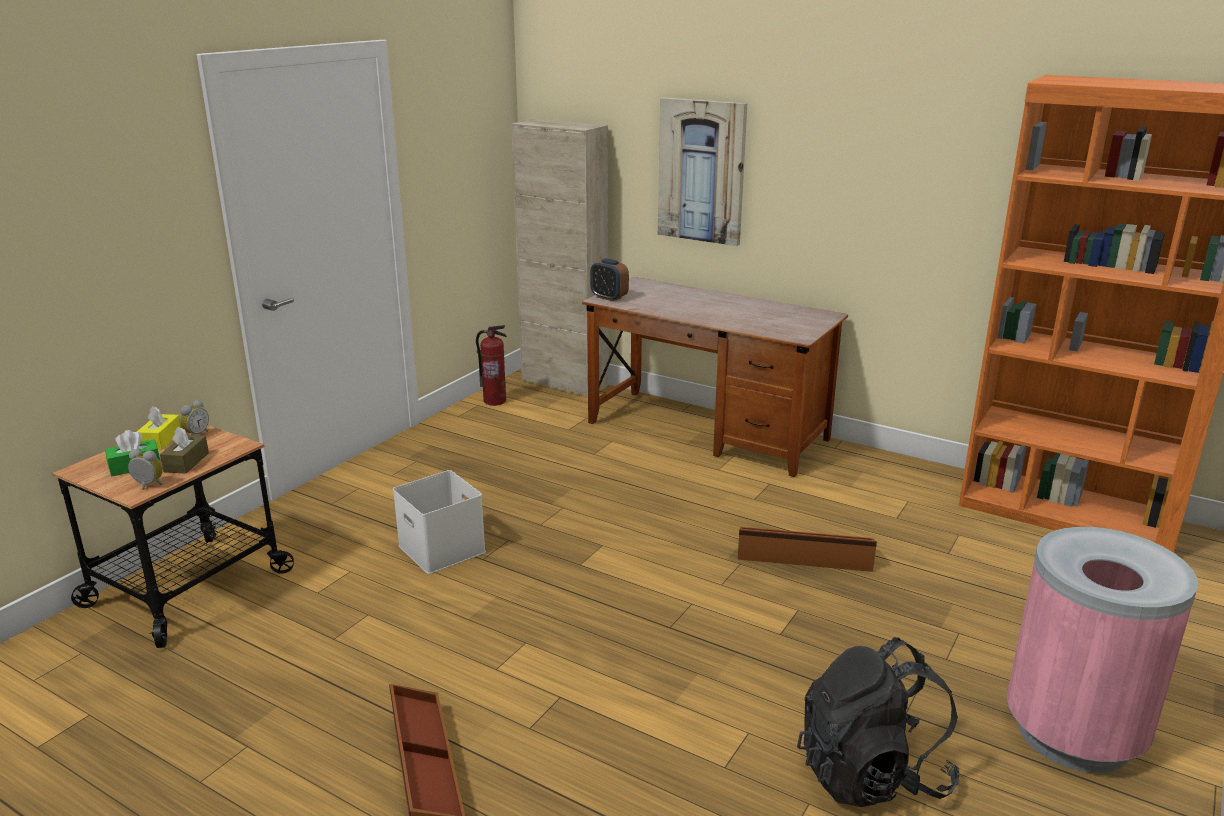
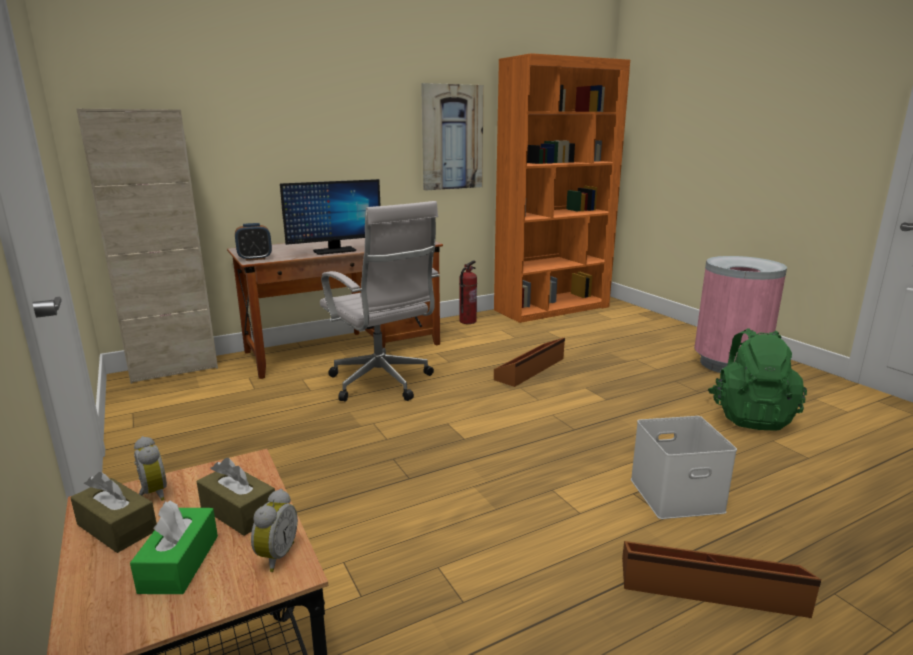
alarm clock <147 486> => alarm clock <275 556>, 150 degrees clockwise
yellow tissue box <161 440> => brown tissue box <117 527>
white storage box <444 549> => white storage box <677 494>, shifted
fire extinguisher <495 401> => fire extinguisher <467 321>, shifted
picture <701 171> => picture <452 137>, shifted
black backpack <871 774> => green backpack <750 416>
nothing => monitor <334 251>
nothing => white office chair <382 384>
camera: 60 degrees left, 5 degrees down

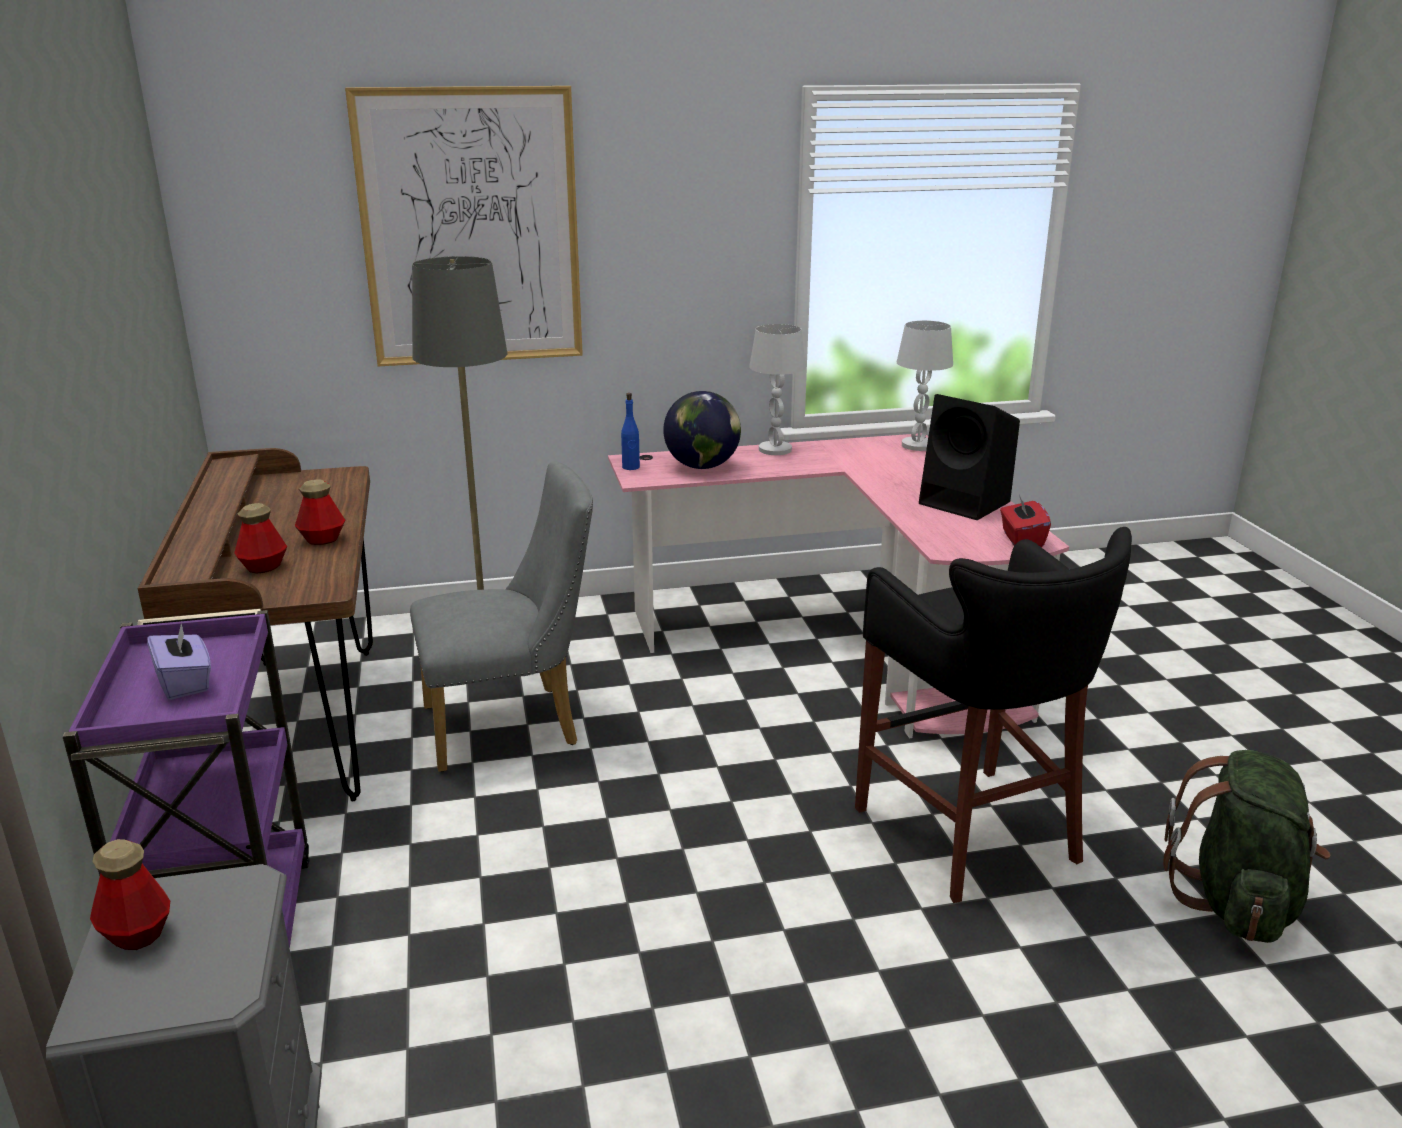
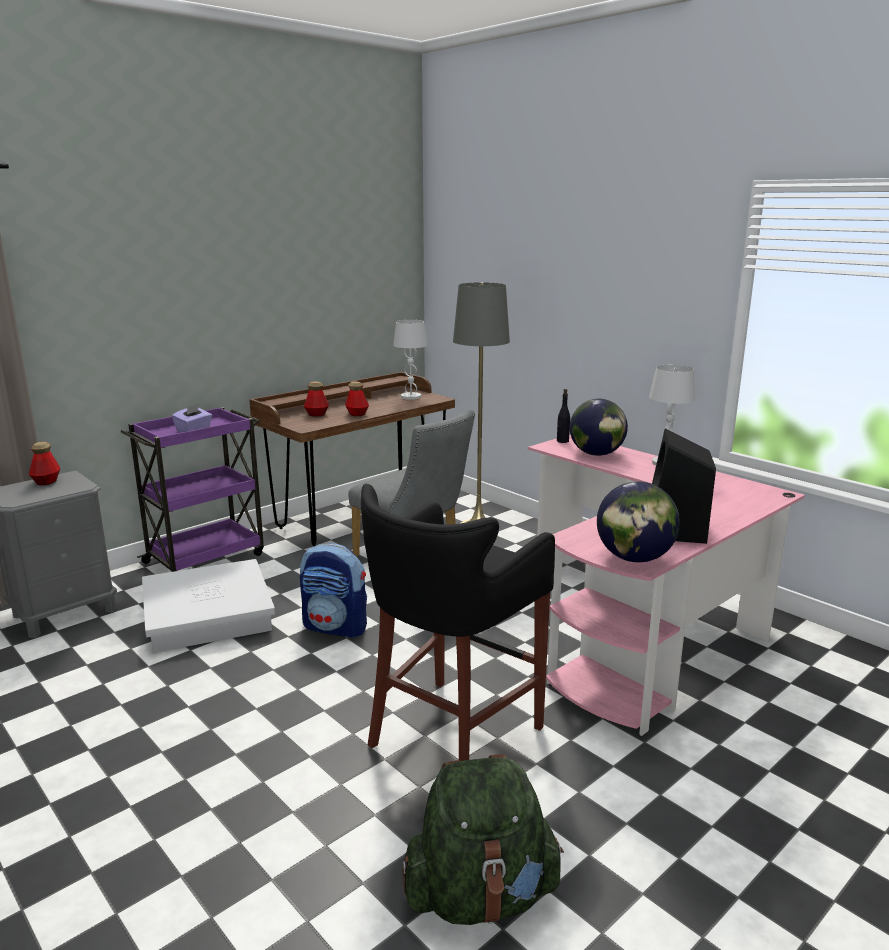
picture <471 229> => nothing
blue bottle <631 467> => black bottle <562 441>
white table lamp <918 445> => white table lamp <411 397>, shifted
red tissue box <1021 539> => globe <634 558>
nothing => white storage box <208 614>
nothing => backpack <336 627>
camera: 60 degrees right, 5 degrees down

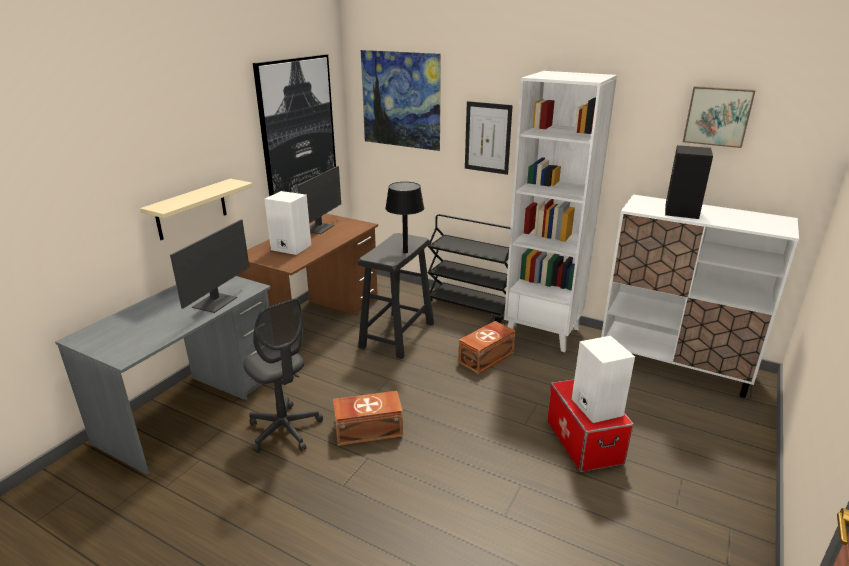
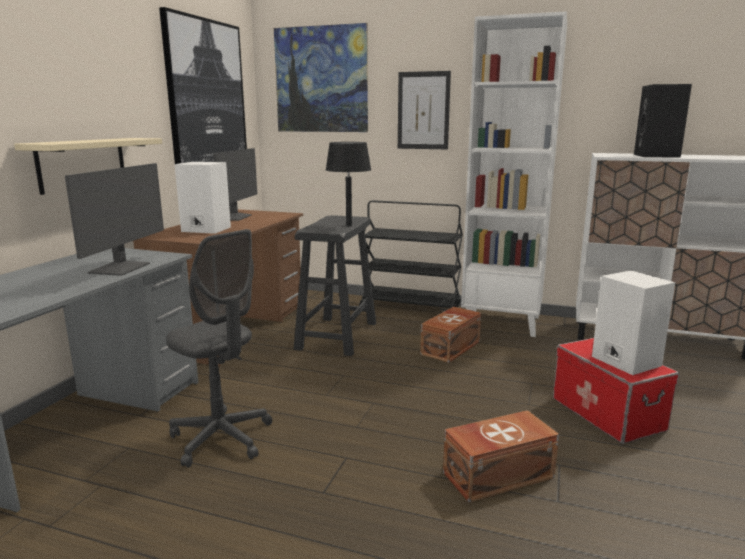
brown storage box <367 429> => brown storage box <496 474>, shifted
picture <718 116> => nothing
camera: 10 degrees left, 10 degrees down

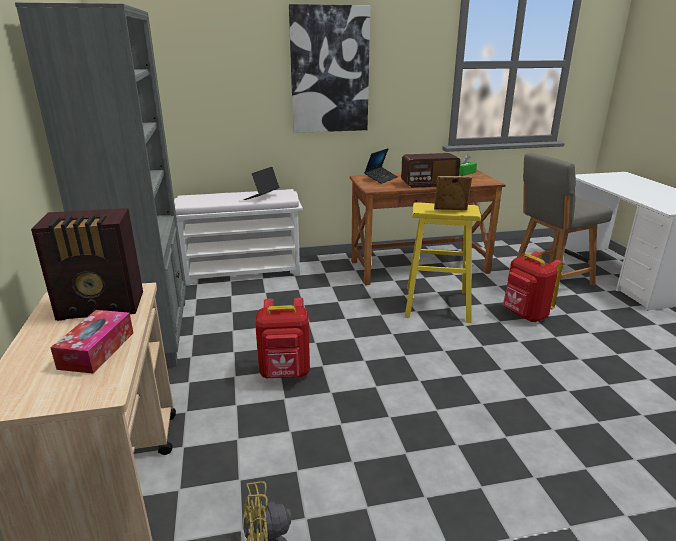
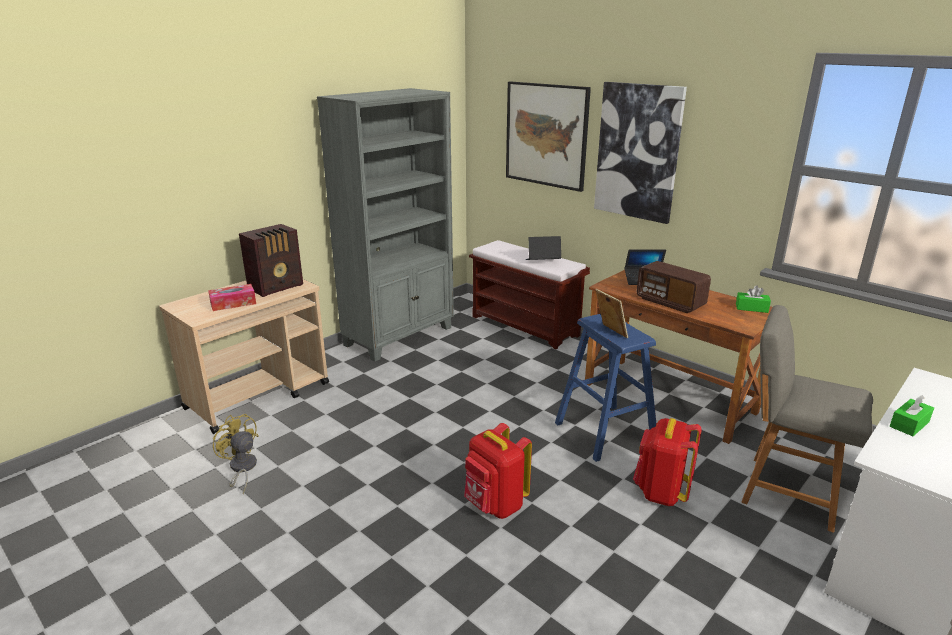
radio <103 307> => radio <277 287>, 90 degrees counterclockwise
white bench <244 271> => brown bench <526 326>
red backpack <285 373> => red backpack <495 505>, shifted
yellow stool <436 304> => blue stool <605 432>
nothing => picture <546 135>
nothing => green tissue box <909 424>
camera: 55 degrees right, 0 degrees up

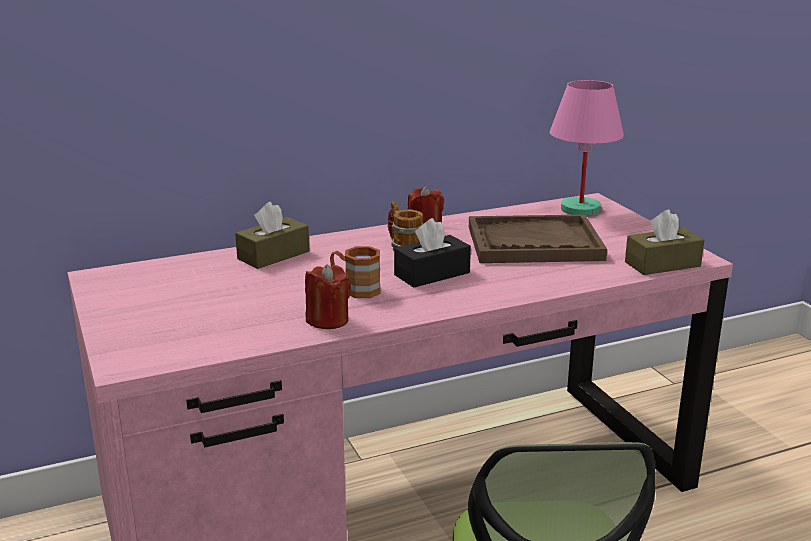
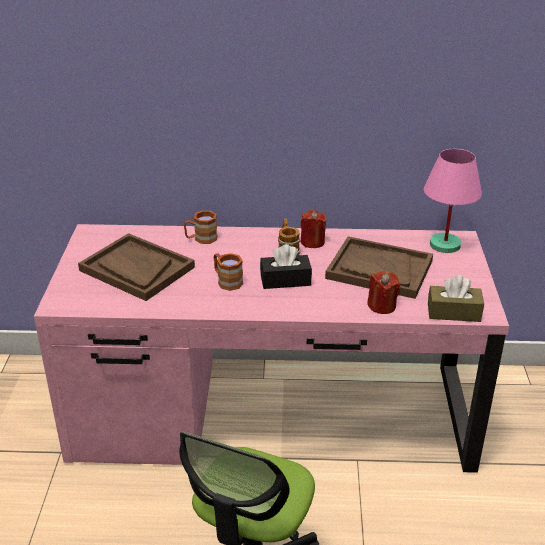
brown tissue box <273 255> => brown mug <201 239>
red candle <328 320> => red candle <382 306>, shifted
nothing => brown tray <136 269>
camera: 25 degrees right, 10 degrees up

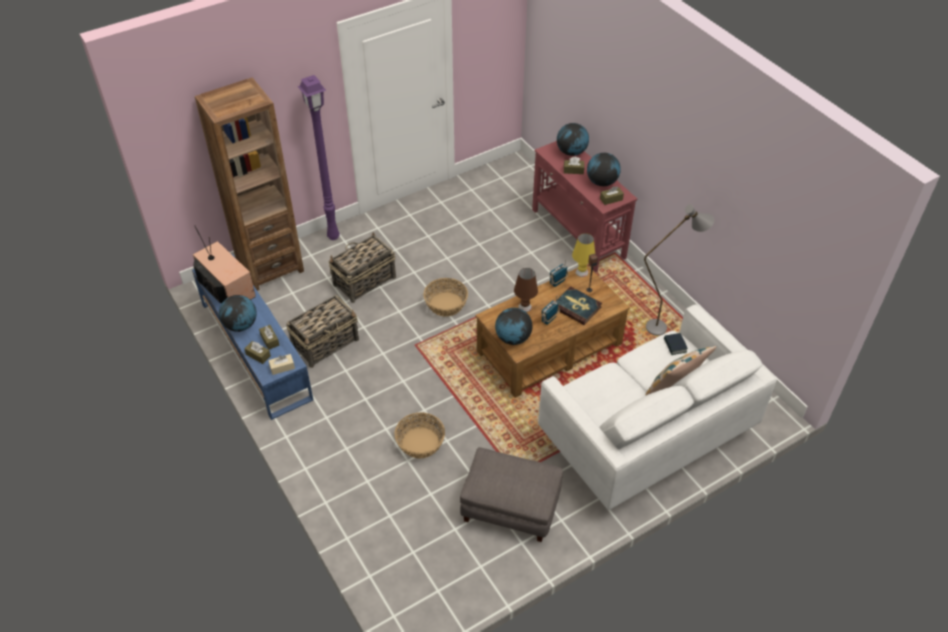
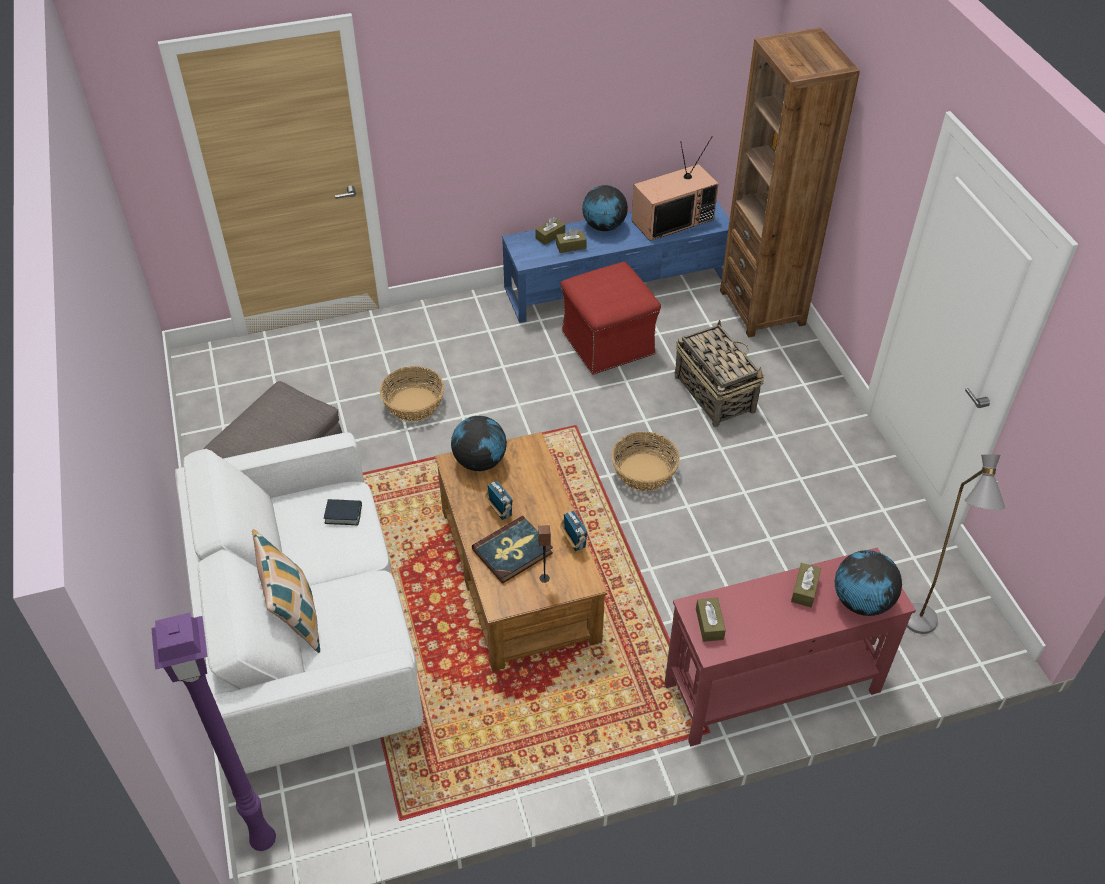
beige tissue box <282 367> => nothing
basket <326 343> => red ottoman <608 343>
purple floor lamp <333 237> => purple floor lamp <262 839>, shifted
brown table lamp <525 307> => nothing
yellow table lamp <581 272> => nothing
globe <601 182> => nothing
grey floor lamp <664 327> => grey floor lamp <920 630>, shifted
book <675 346> => book <343 514>, shifted
camera: 105 degrees right, 0 degrees up

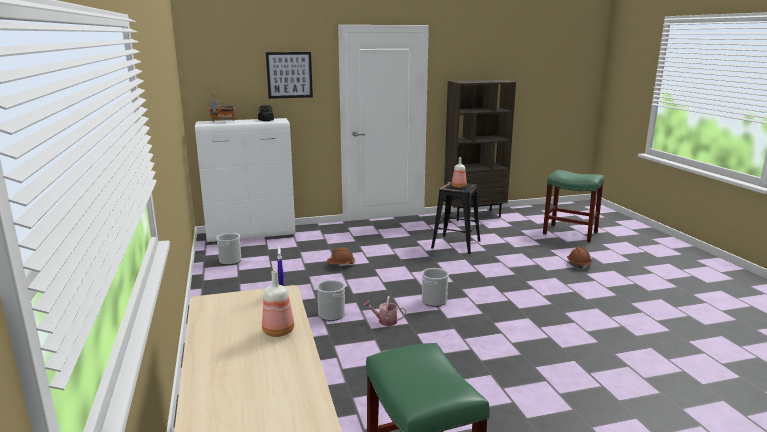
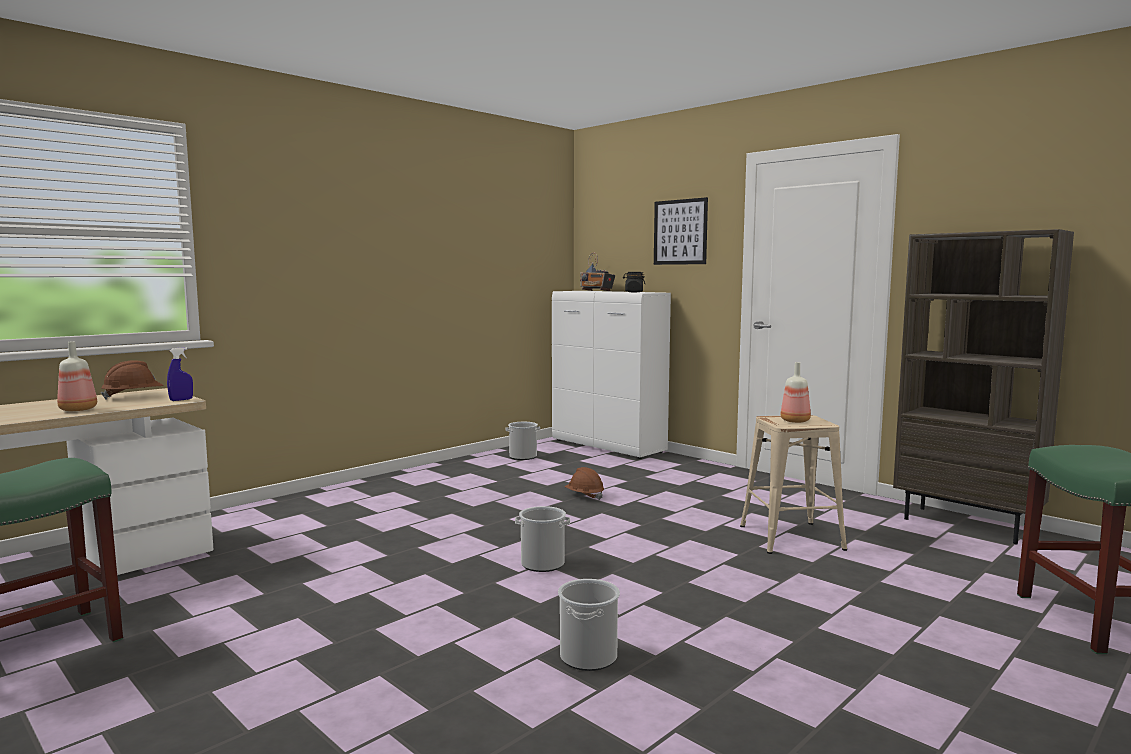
bucket <331 314> => bucket <588 657>, shifted
watering can <385 321> => nothing
black stool <456 244> => beige stool <791 538>
brown hard hat <578 265> => brown hard hat <133 397>, shifted
camera: 60 degrees right, 10 degrees down

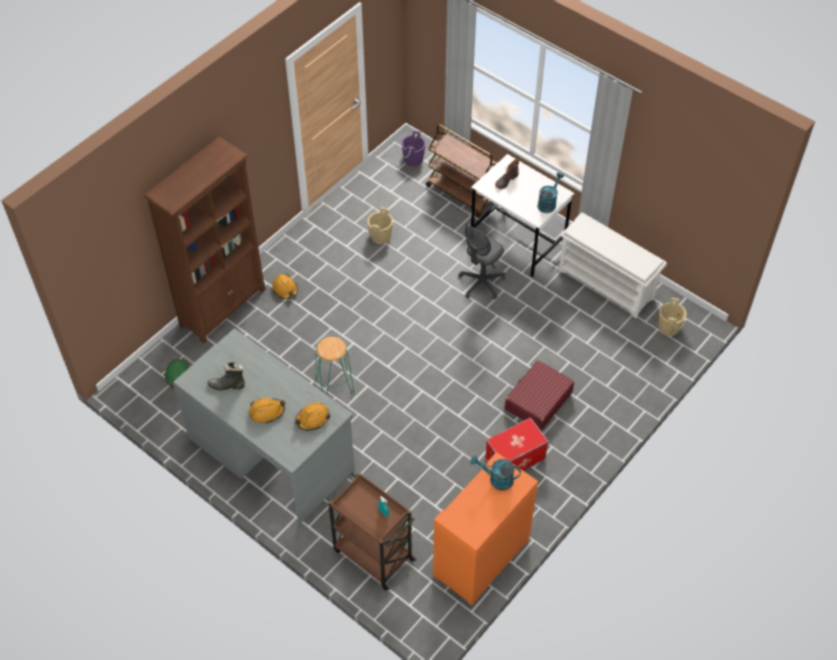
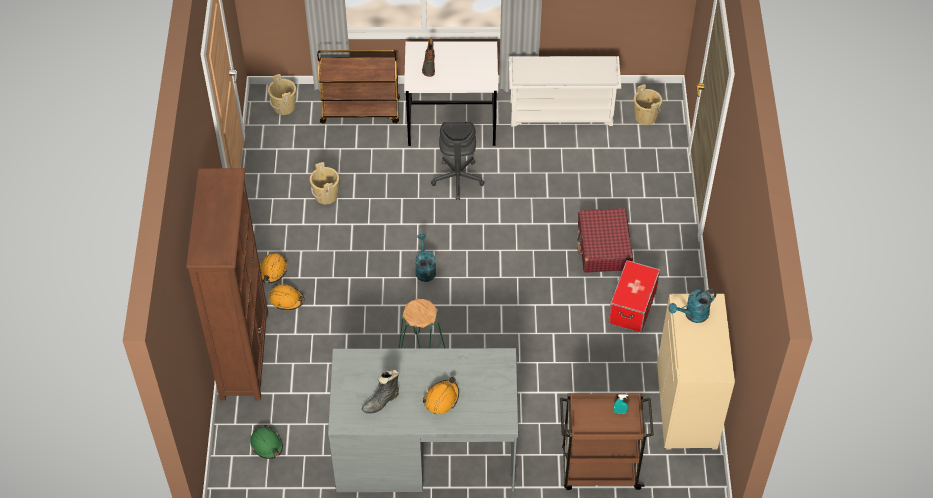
orange hard hat <312 419> => orange hard hat <272 271>, shifted
purple bucket <413 159> => beige bucket <284 106>
orange cabinet <482 558> => beige cabinet <687 406>
turquoise watering can <548 203> => turquoise watering can <424 269>, shifted
camera: 40 degrees left, 0 degrees up

